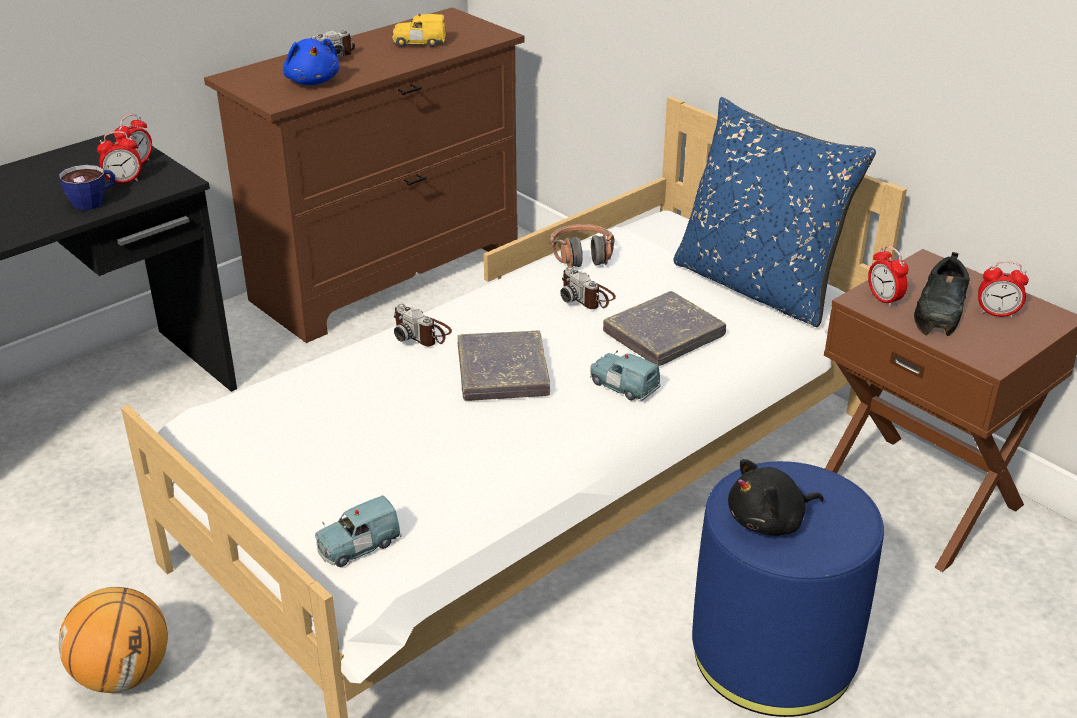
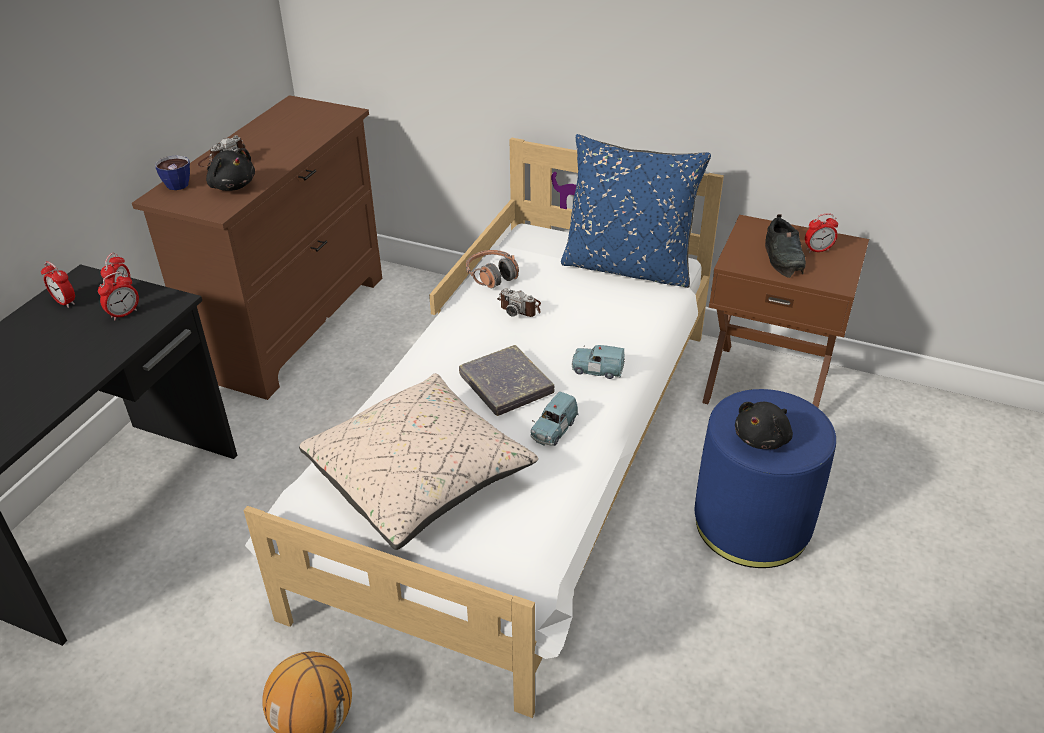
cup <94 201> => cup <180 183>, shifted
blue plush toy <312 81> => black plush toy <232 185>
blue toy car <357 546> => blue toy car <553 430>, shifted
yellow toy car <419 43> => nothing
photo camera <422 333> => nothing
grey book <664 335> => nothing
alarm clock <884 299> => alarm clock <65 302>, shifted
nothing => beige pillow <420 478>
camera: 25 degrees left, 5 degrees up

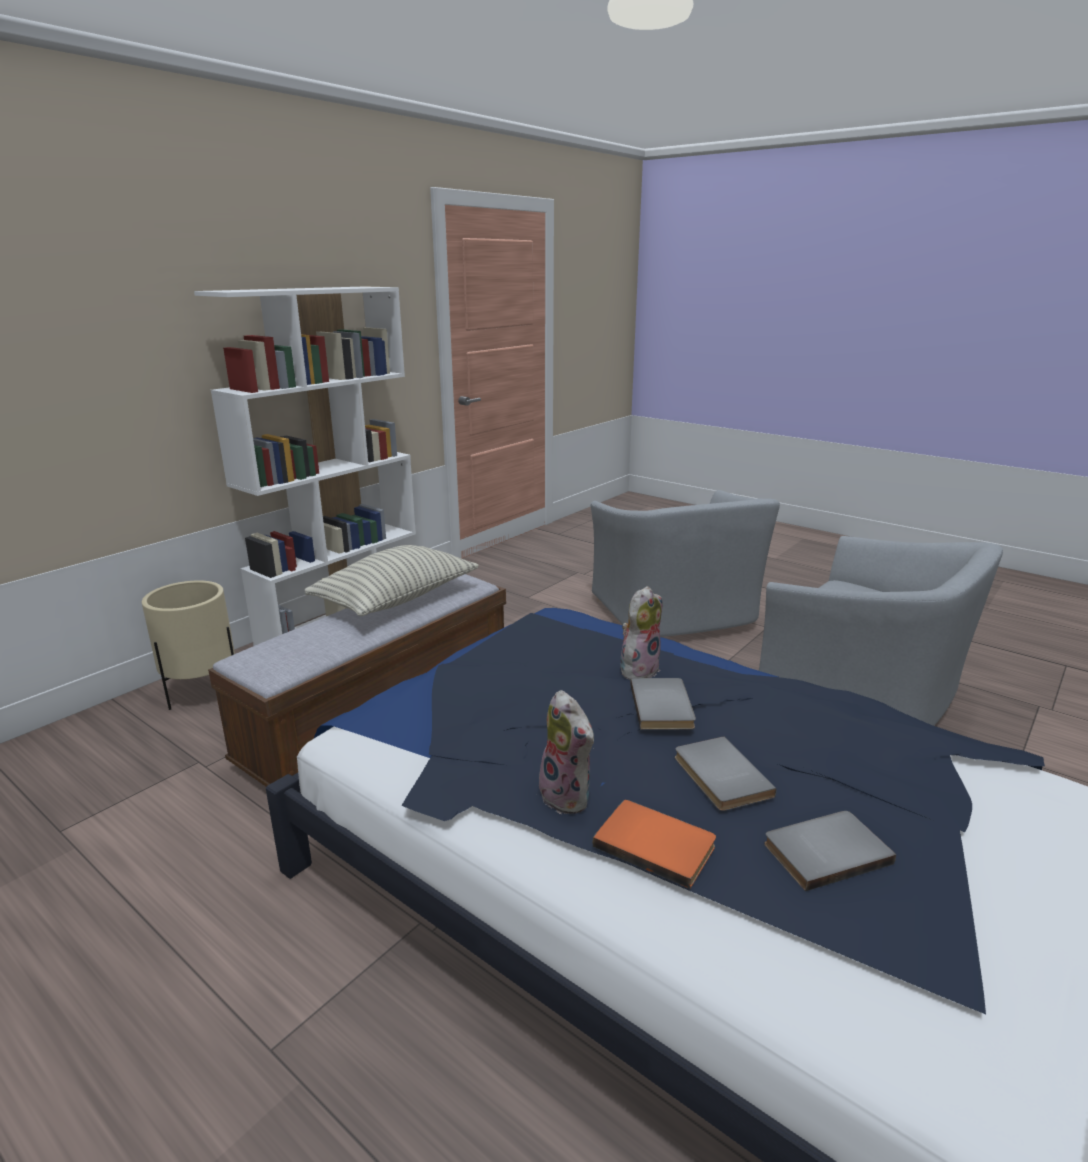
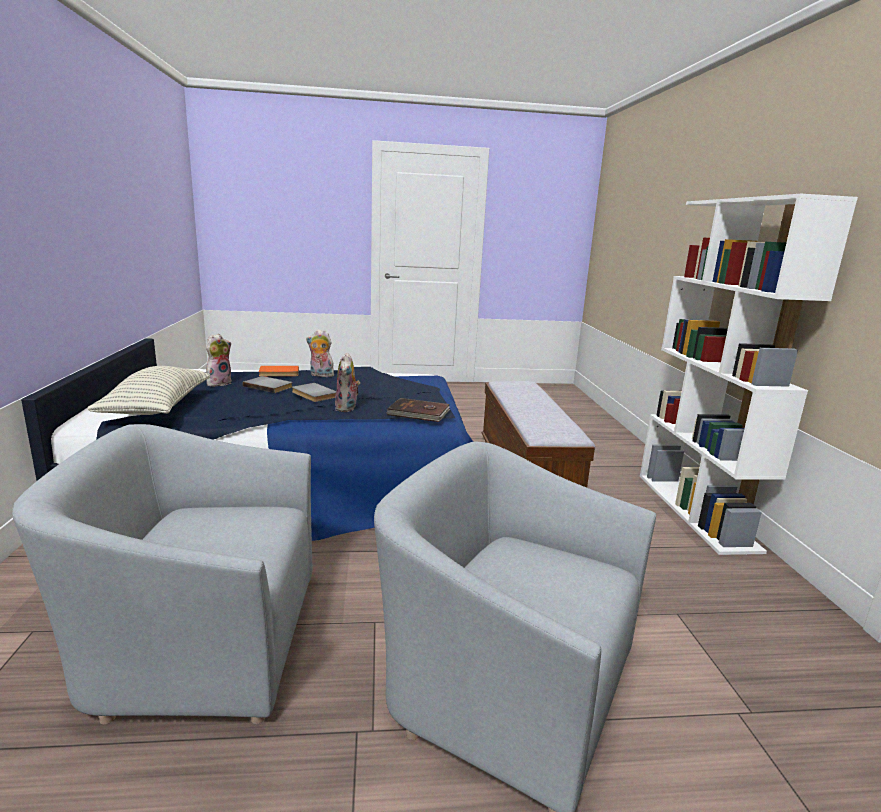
beige planter <202 692> => nothing
pillow <396 599> => pillow <157 408>, shifted
grey book <824 850> => plush toy <219 383>
nothing => brown book <418 413>
camera: 135 degrees right, 5 degrees down

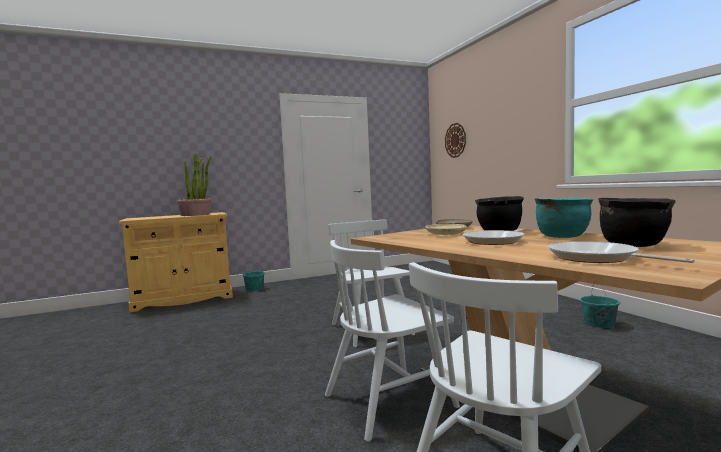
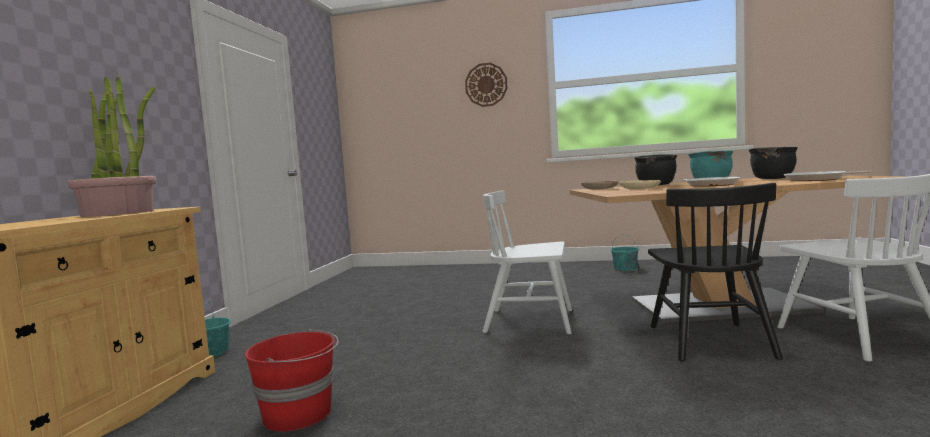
white chair <389 400> => black chair <709 341>
wall clock <455 140> => wall clock <486 85>, shifted
nothing => red bucket <299 414>
camera: 55 degrees left, 0 degrees up

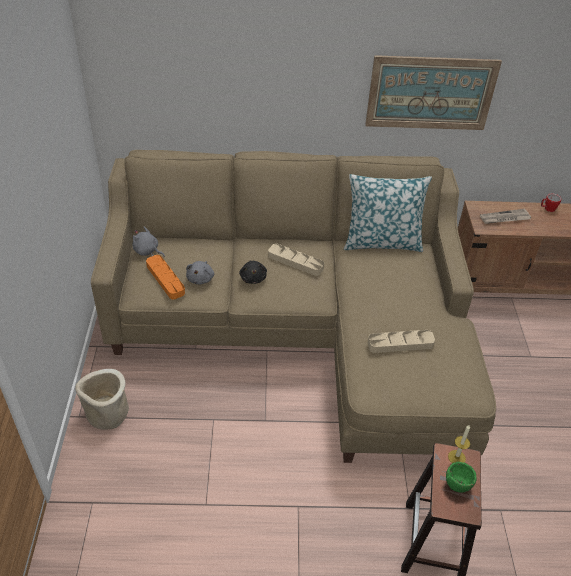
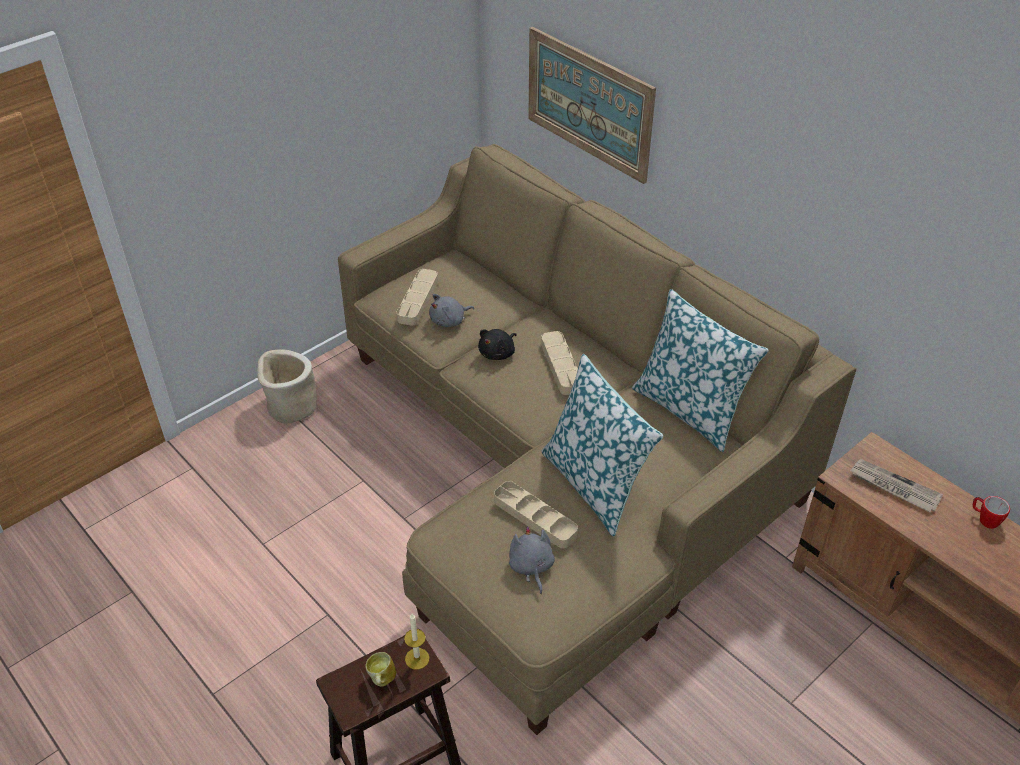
grey plush toy <147 251> => grey plush toy <531 567>, shifted
orange tray <165 279> => beige tray <418 300>
picture <430 93> => picture <589 103>, shifted
green bowl <458 484> => mug <381 680>
nothing => pillow <595 484>
camera: 50 degrees right, 0 degrees up

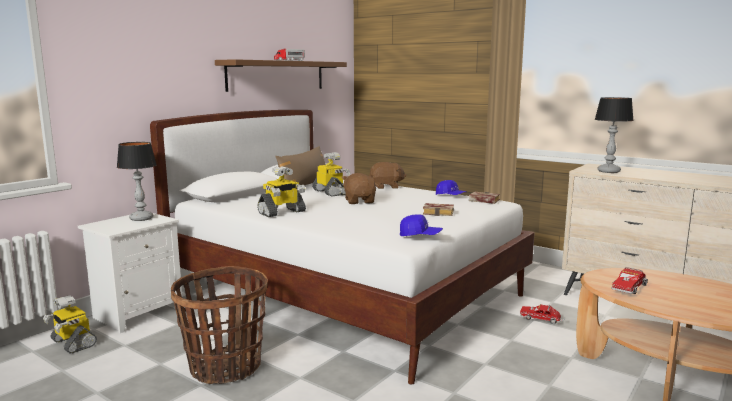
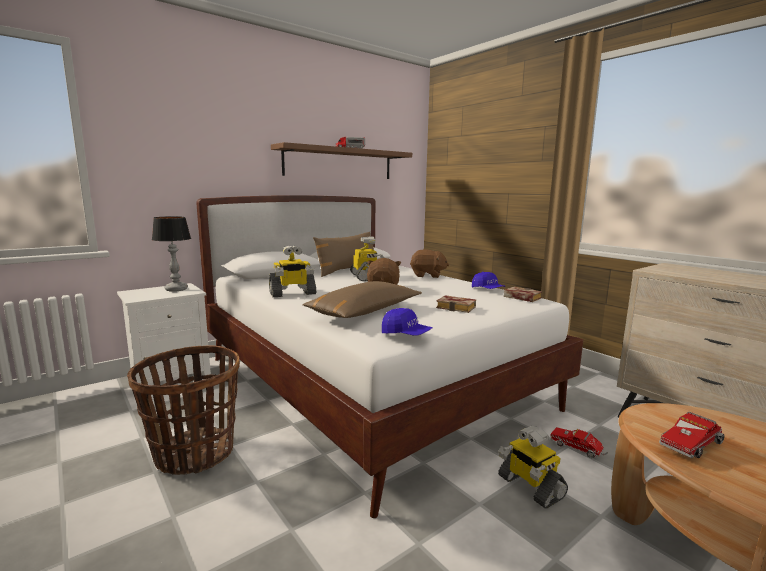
toy robot <72 343> => toy robot <529 487>, shifted
table lamp <608 171> => nothing
nothing => brown pillow <364 311>
camera: 15 degrees right, 0 degrees up

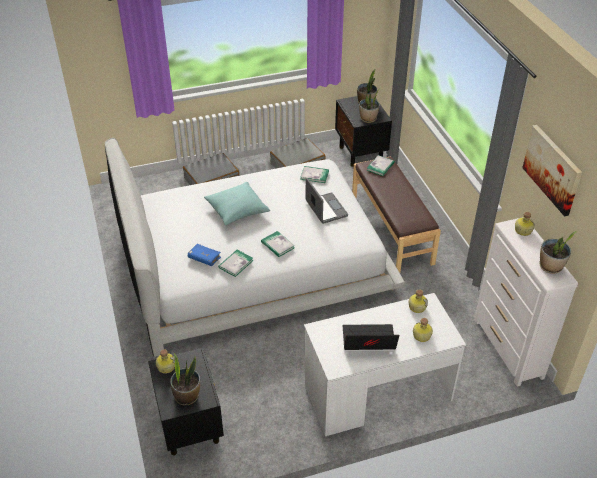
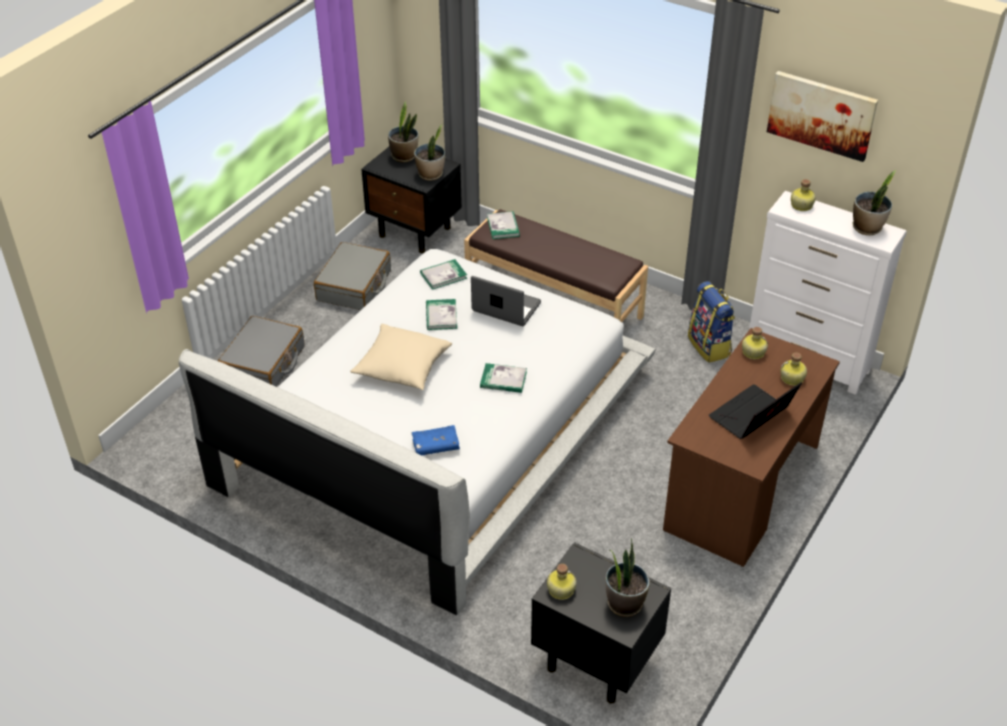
turquoise pillow <237 210> => beige pillow <402 367>
book <236 264> => book <441 316>, shifted
white desk <377 393> => brown desk <741 488>
nothing => backpack <710 346>
camera: 40 degrees left, 0 degrees up

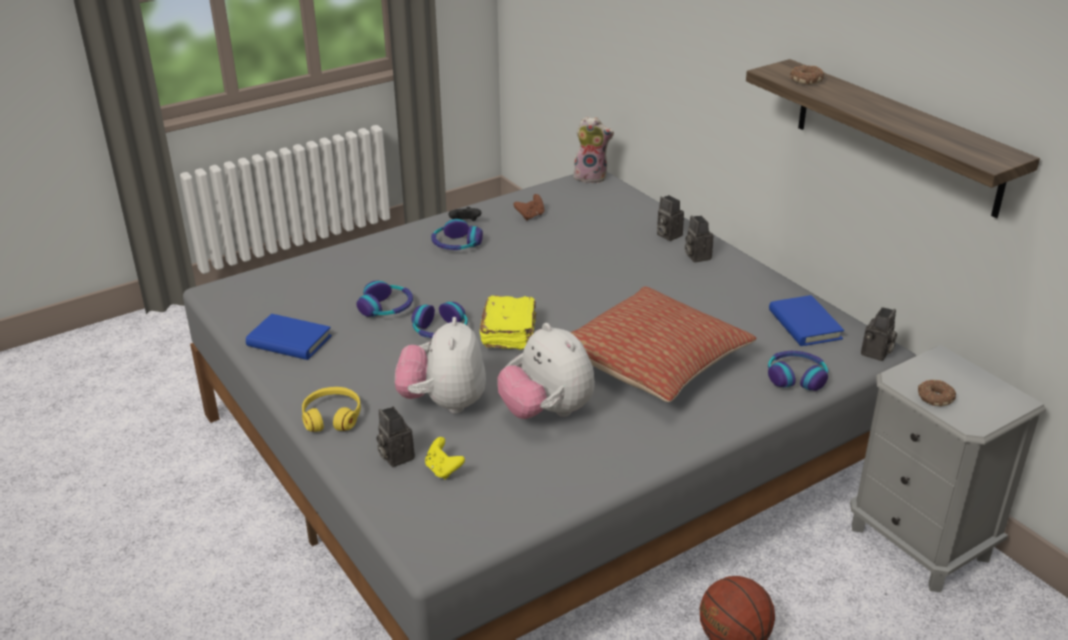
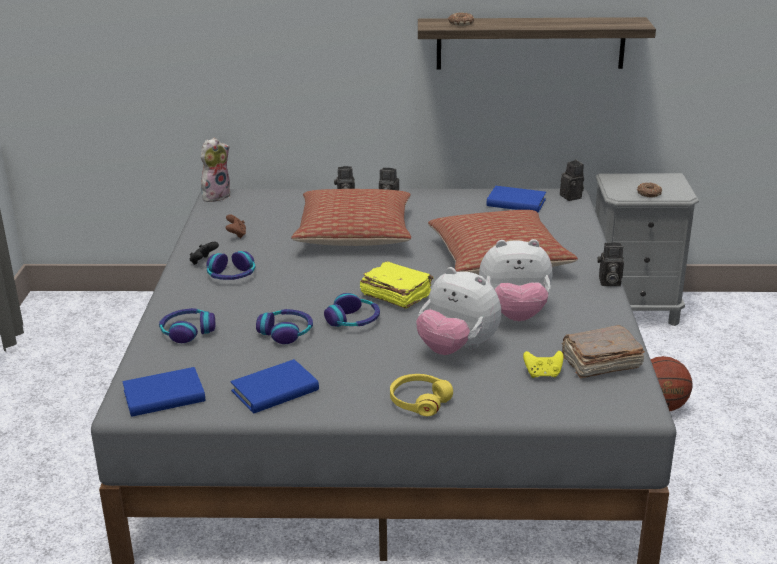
photo camera <395 456> => photo camera <608 282>, shifted
headphones <796 377> => headphones <187 331>, shifted
nothing => blue book <164 396>
nothing => pillow <354 234>
nothing => brown book <600 363>
camera: 55 degrees left, 5 degrees down

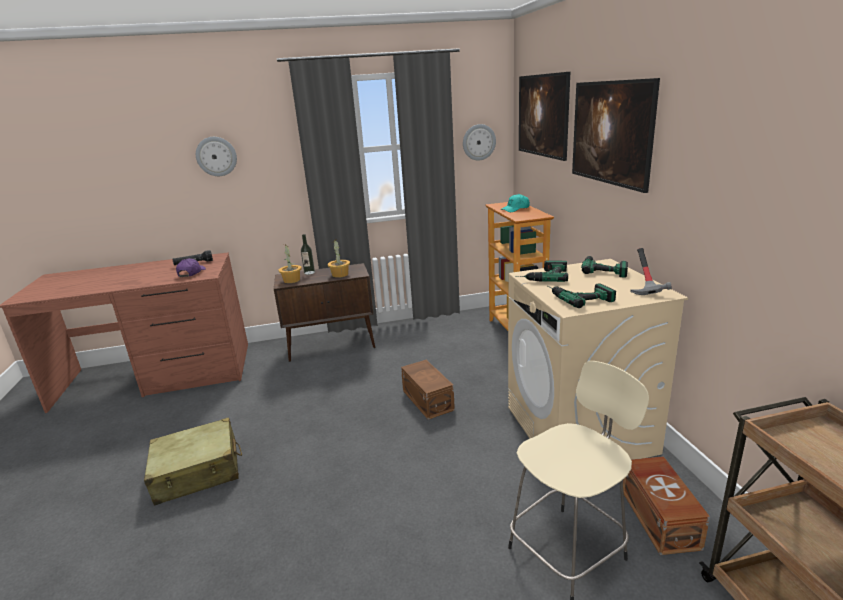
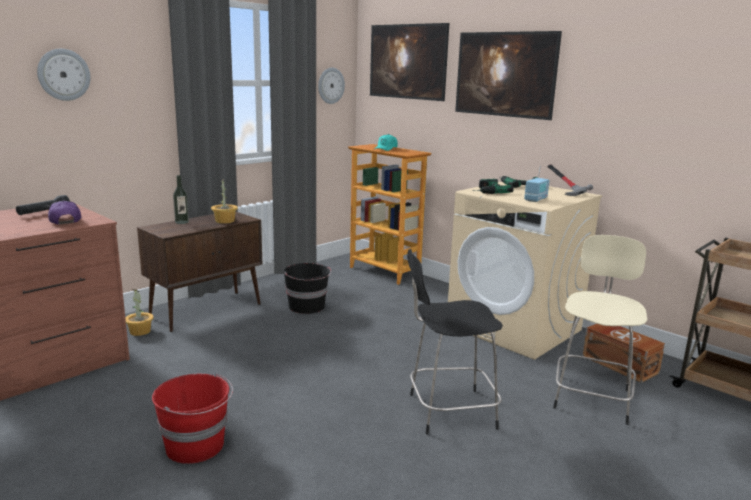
beige suitcase <198 472> => red bucket <196 446>
potted plant <291 280> => potted plant <140 331>, shifted
brown storage box <428 399> => nothing
power drill <577 296> => radio <536 199>
nothing => black bucket <307 307>
nothing => black stool <448 411>
camera: 35 degrees left, 5 degrees down

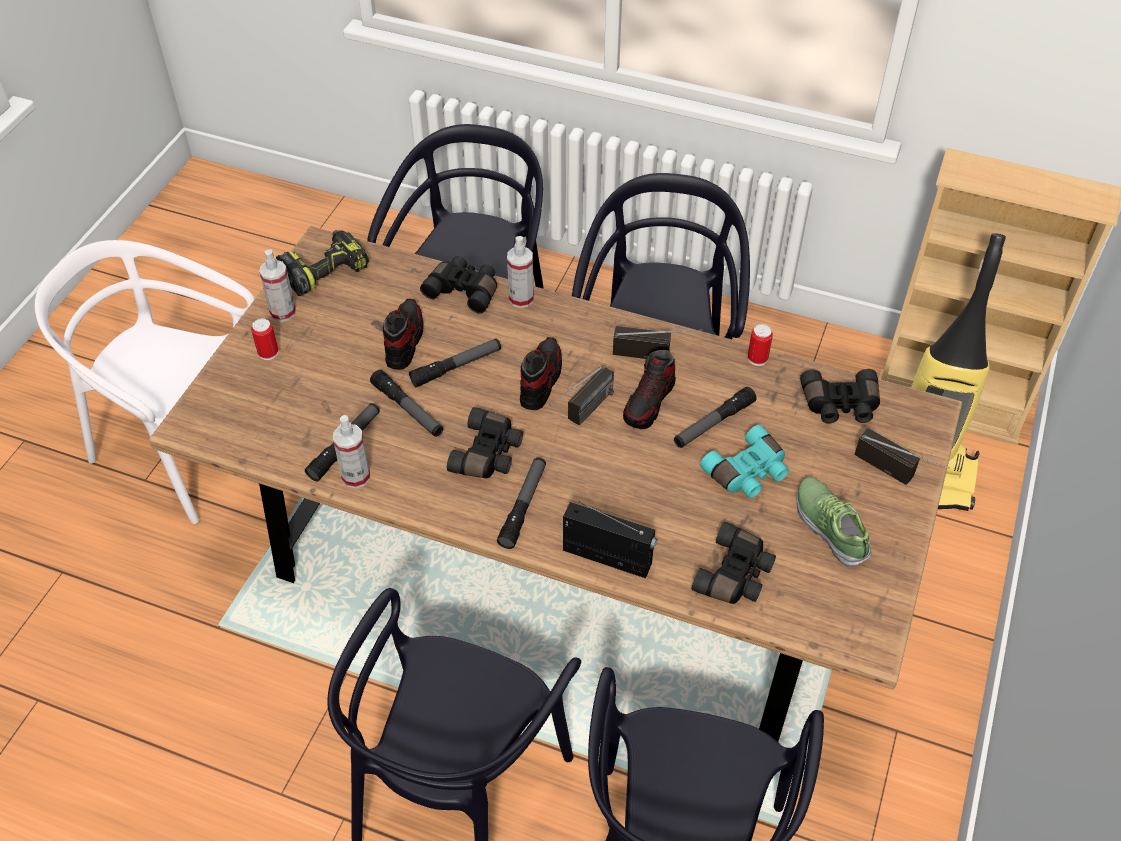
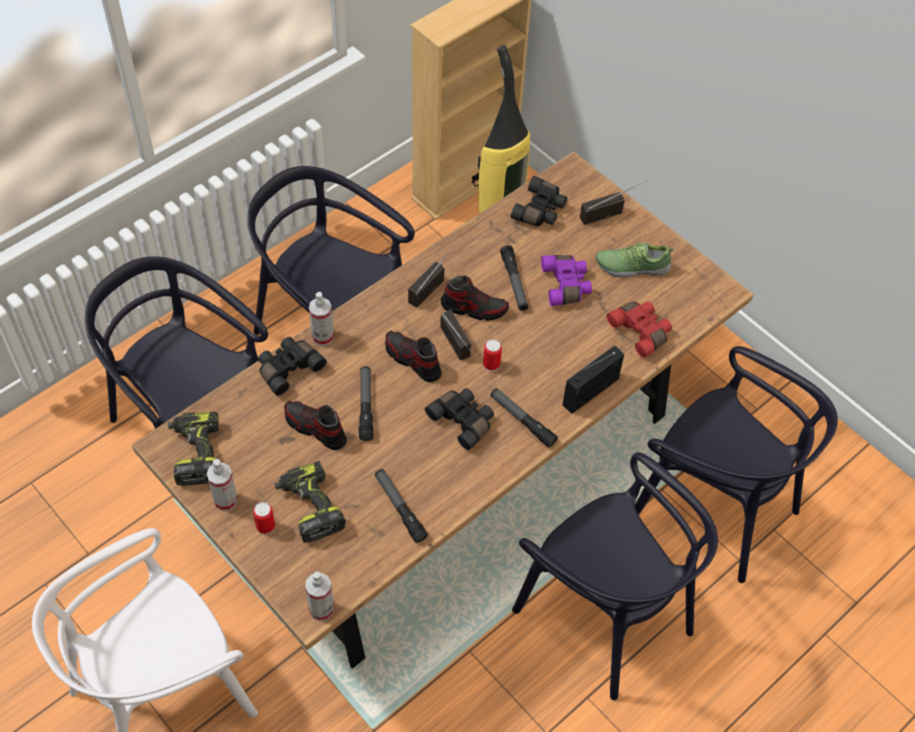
spray bottle <356 477> => spray bottle <321 609>, shifted
flashlight <408 409> => nothing
shoe <649 402> => shoe <474 308>, 45 degrees counterclockwise
black binoculars <735 575> => red binoculars <641 331>
turquoise binoculars <748 473> => purple binoculars <566 285>
can <757 358> => can <491 365>, shifted
nothing => power drill <309 507>
camera: 65 degrees left, 5 degrees up

